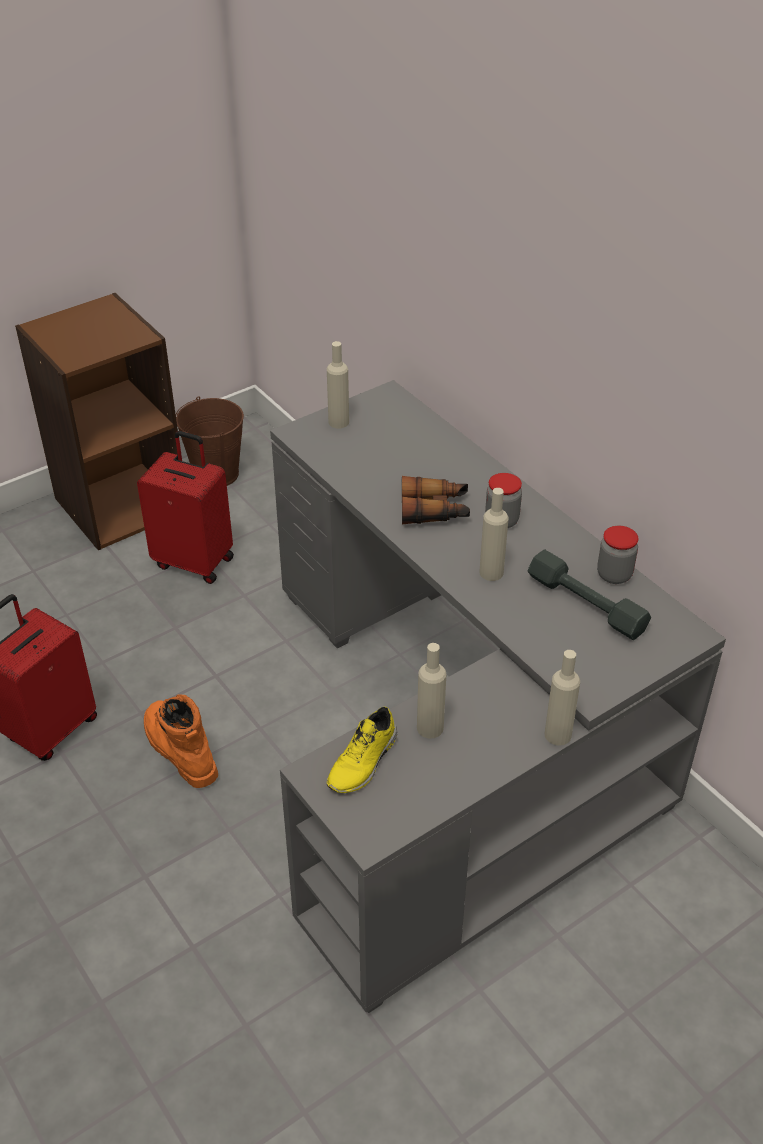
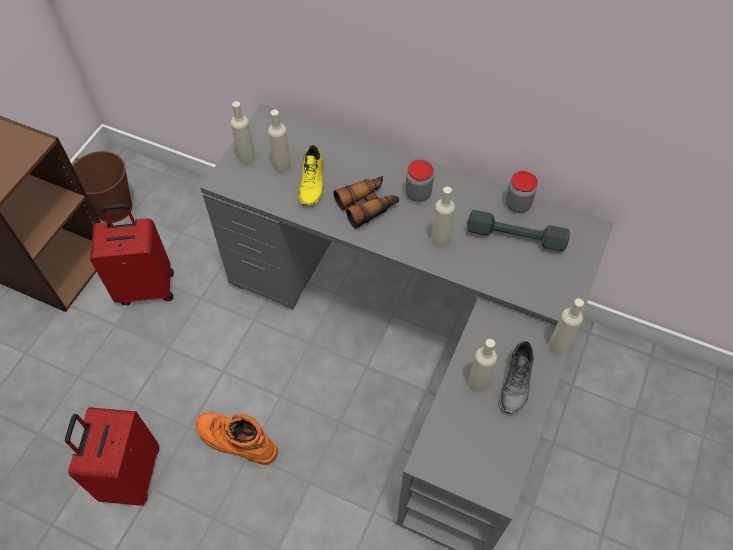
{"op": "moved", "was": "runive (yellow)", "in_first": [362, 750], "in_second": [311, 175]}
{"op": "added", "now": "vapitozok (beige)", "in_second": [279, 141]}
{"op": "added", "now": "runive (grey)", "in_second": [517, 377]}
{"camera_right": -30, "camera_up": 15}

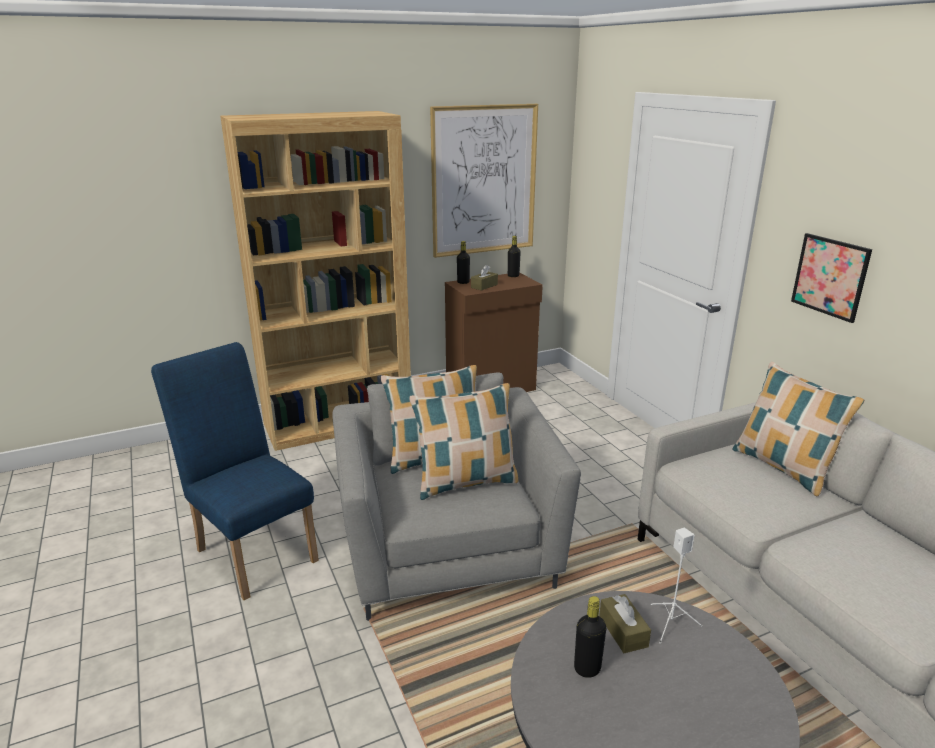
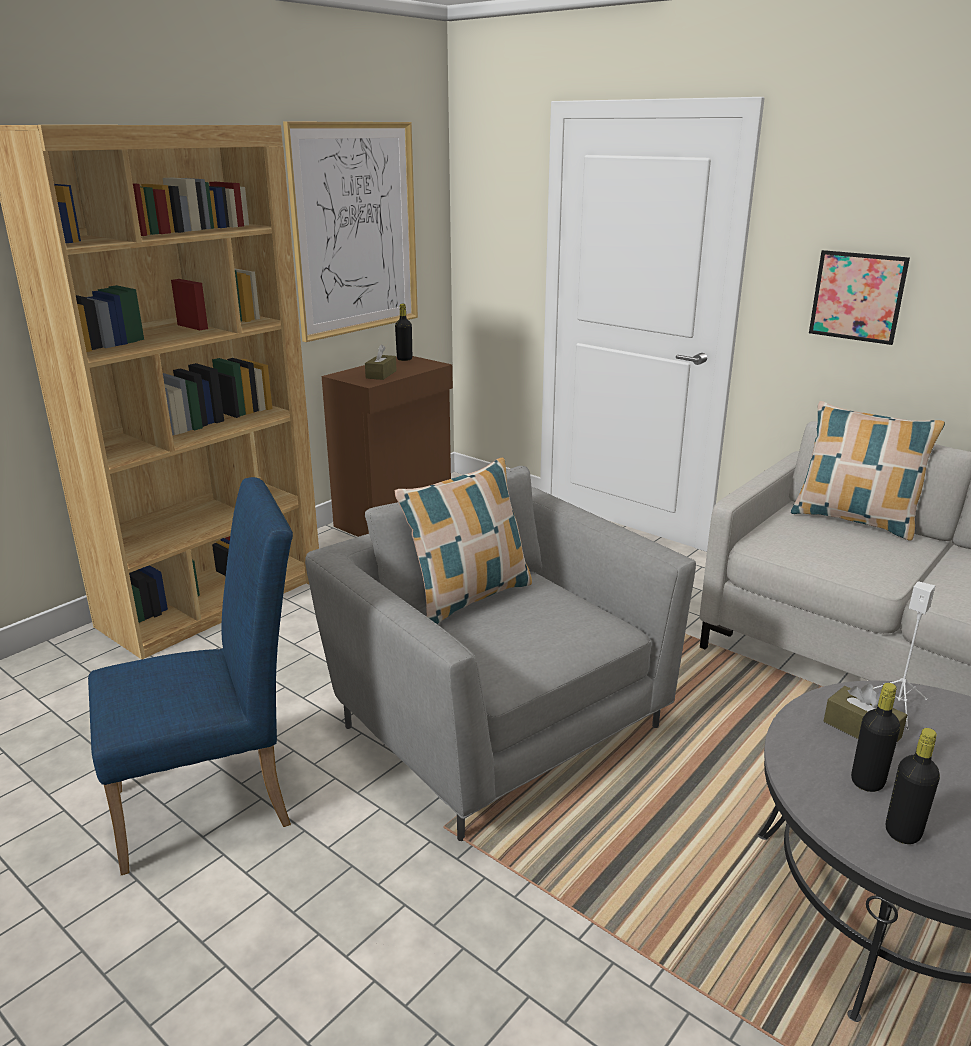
{"op": "moved", "was": "vapitozok (black)", "in_first": [463, 262], "in_second": [913, 786]}
{"op": "turned", "was": "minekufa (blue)", "in_first": [235, 471], "in_second": [190, 676], "clockwise": 135}
{"op": "removed", "was": "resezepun", "in_first": [464, 441]}
{"camera_right": -25, "camera_up": 0}

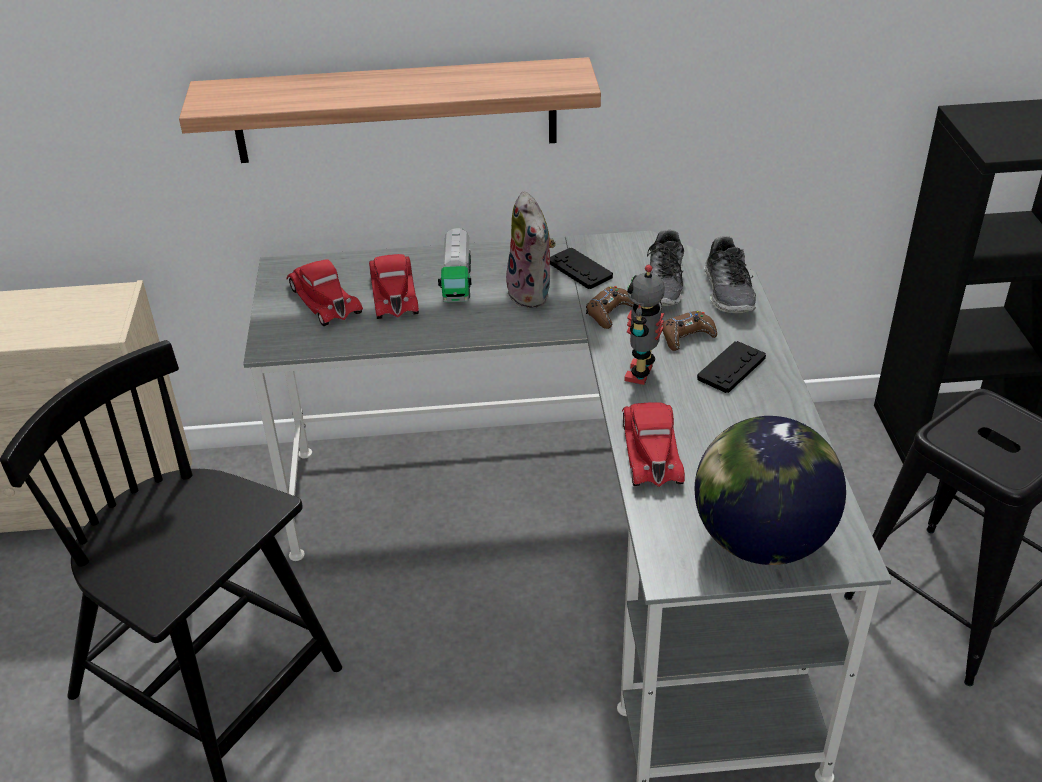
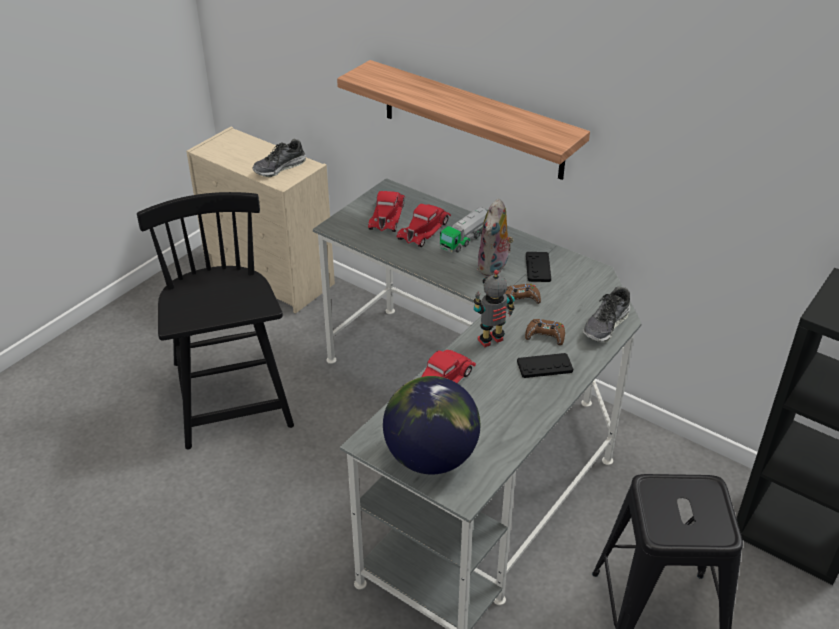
{"op": "moved", "was": "runive", "in_first": [665, 268], "in_second": [279, 158]}
{"camera_right": 40, "camera_up": 0}

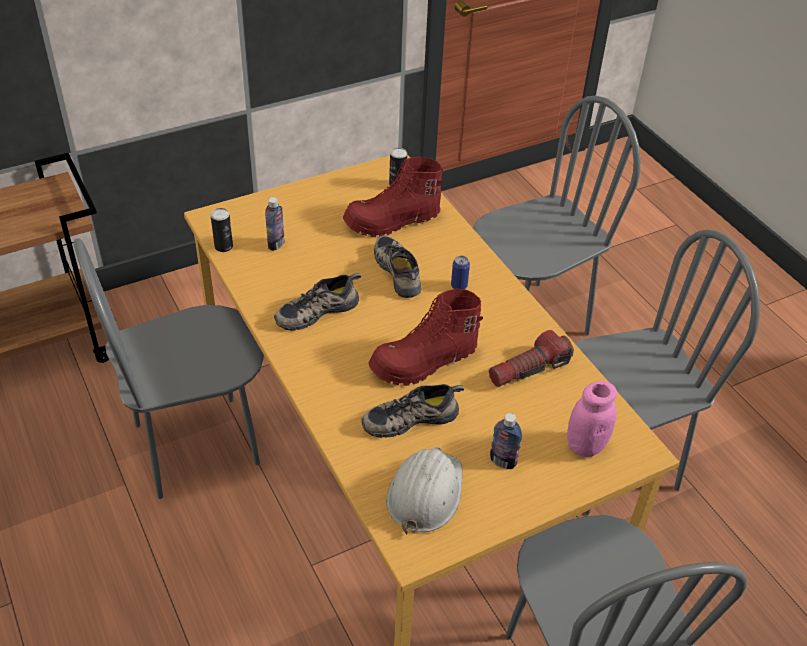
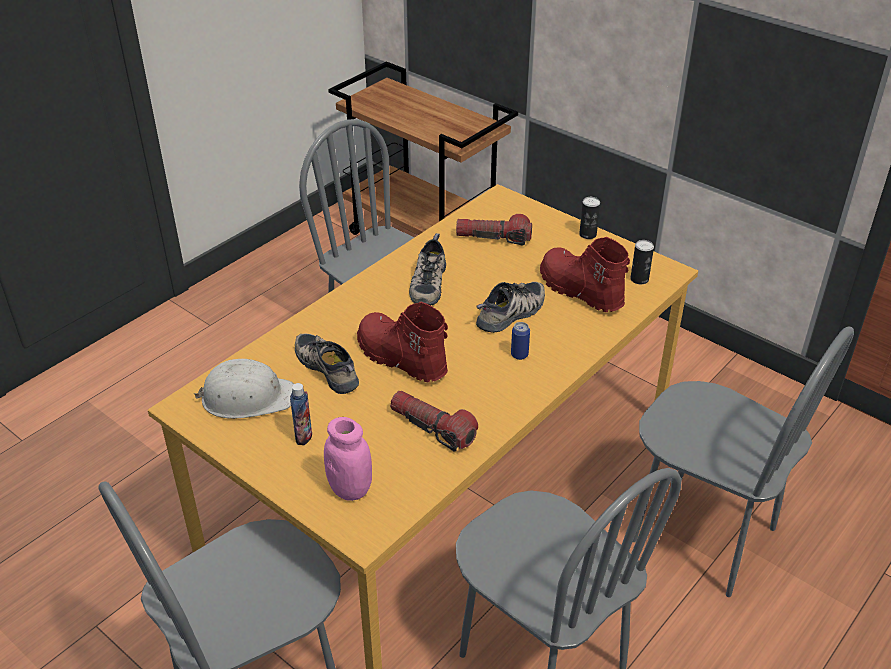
{"op": "replaced", "was": "vapitozok", "now": "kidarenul", "in_first": [275, 224], "in_second": [494, 230]}
{"op": "moved", "was": "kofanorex", "in_first": [221, 230], "in_second": [589, 218]}
{"op": "turned", "was": "runive", "in_first": [317, 302], "in_second": [427, 269], "clockwise": -120}
{"camera_right": 70, "camera_up": -5}

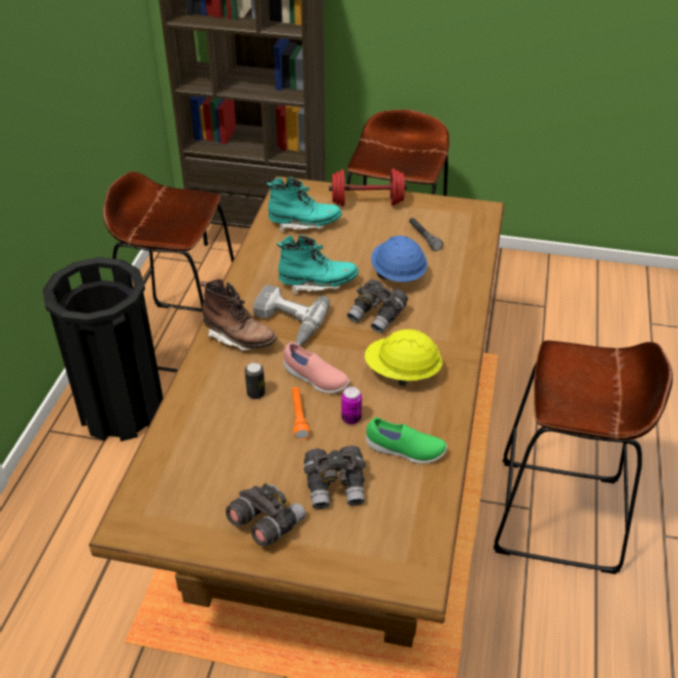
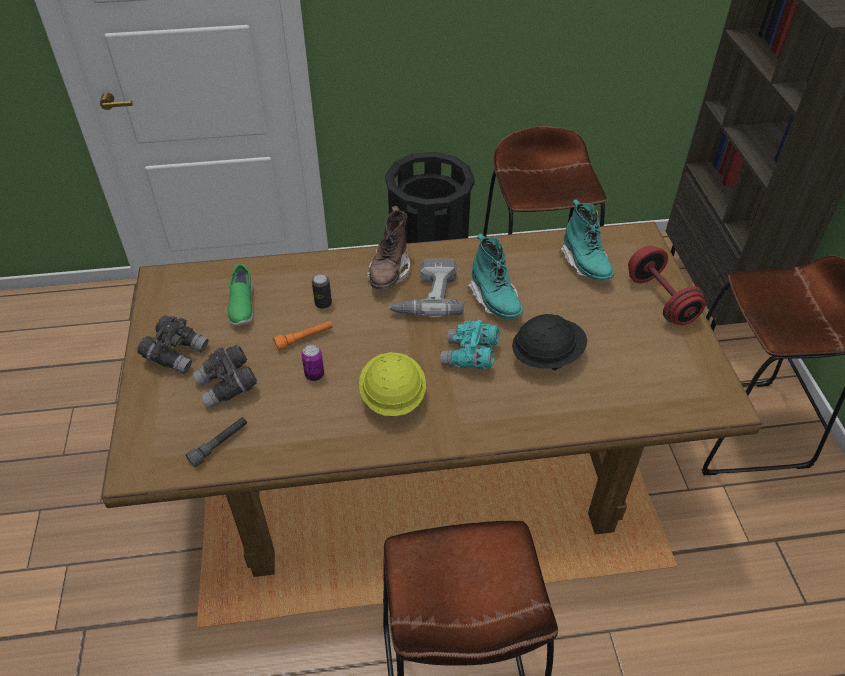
{"op": "moved", "was": "kidarenul (grey)", "in_first": [426, 234], "in_second": [216, 442]}
{"op": "recoloured", "was": "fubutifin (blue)", "now": "fubutifin (black)", "in_first": [399, 259], "in_second": [549, 342]}
{"op": "recoloured", "was": "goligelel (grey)", "now": "goligelel (turquoise)", "in_first": [377, 306], "in_second": [470, 344]}
{"op": "removed", "was": "runive (pink)", "in_first": [316, 368]}
{"op": "moved", "was": "runive (green)", "in_first": [406, 440], "in_second": [240, 295]}
{"camera_right": 70, "camera_up": 5}

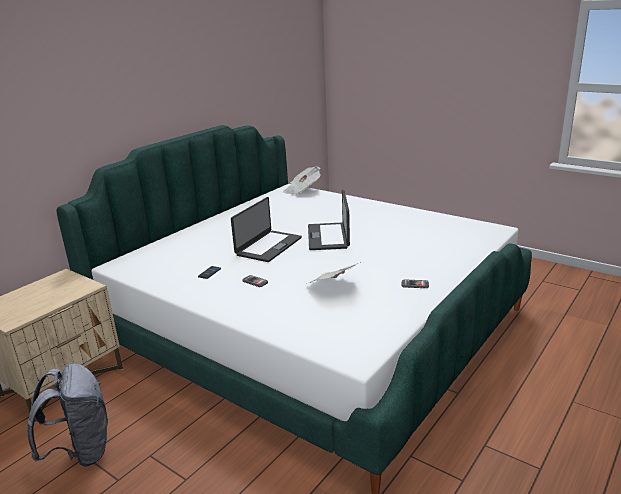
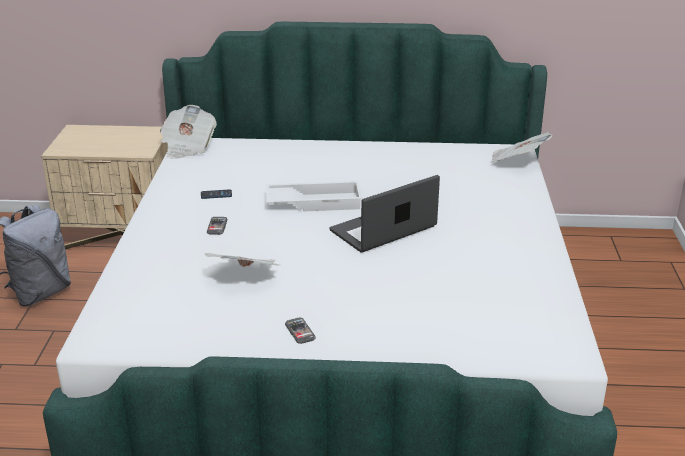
{"op": "replaced", "was": "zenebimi", "now": "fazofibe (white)", "in_first": [266, 229], "in_second": [314, 196]}
{"op": "added", "now": "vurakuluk", "in_second": [188, 132]}
{"camera_right": 55, "camera_up": 5}

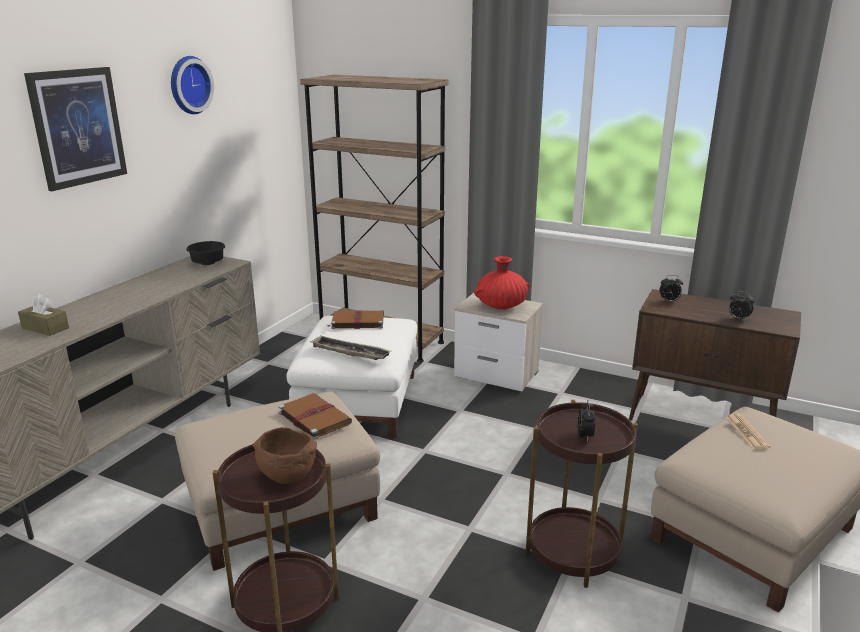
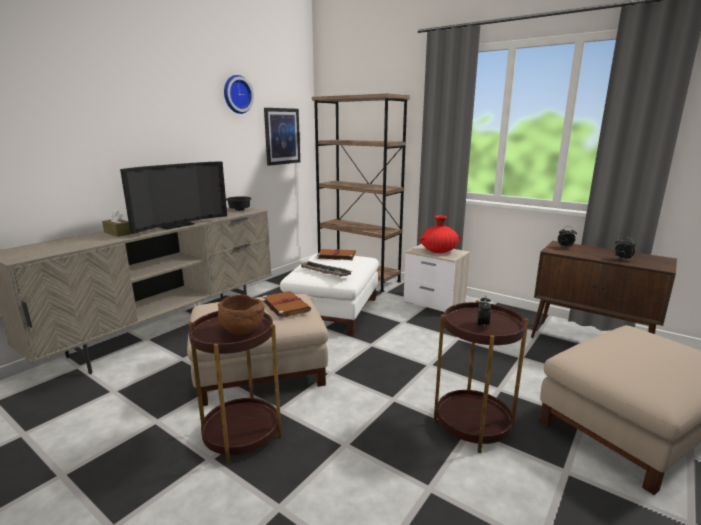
{"op": "moved", "was": "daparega", "in_first": [75, 129], "in_second": [282, 137]}
{"op": "removed", "was": "vurakuluk", "in_first": [748, 431]}
{"op": "added", "now": "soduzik", "in_second": [173, 197]}
{"camera_right": 10, "camera_up": -5}

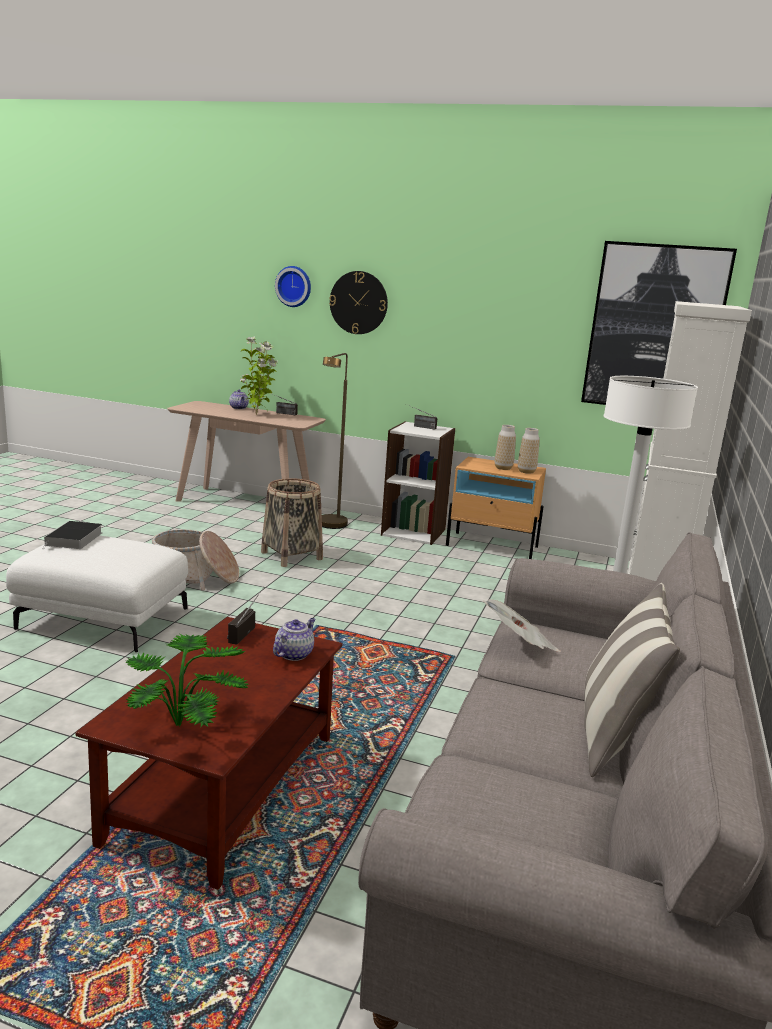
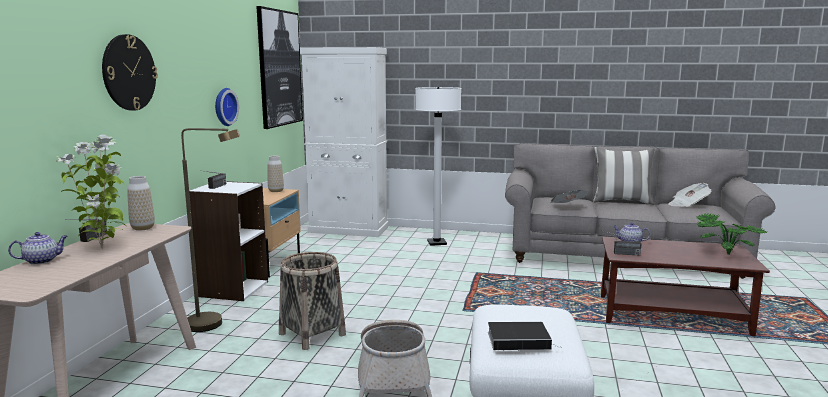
{"op": "moved", "was": "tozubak", "in_first": [293, 286], "in_second": [227, 107]}
{"op": "moved", "was": "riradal", "in_first": [505, 447], "in_second": [141, 203]}
{"op": "added", "now": "vurakuluk", "in_second": [690, 195]}
{"camera_right": -95, "camera_up": -5}

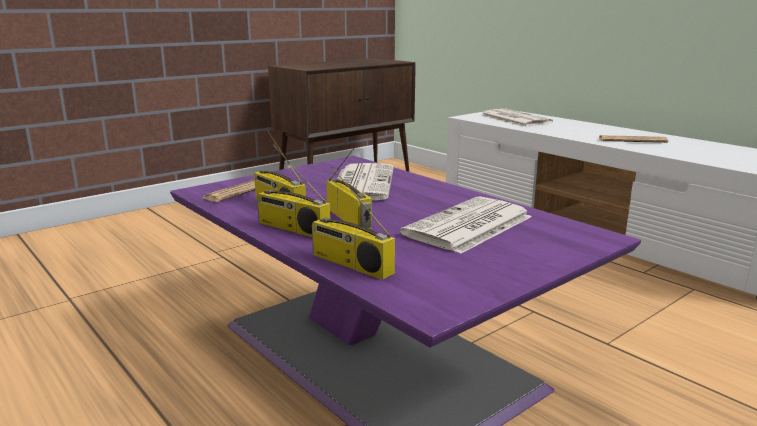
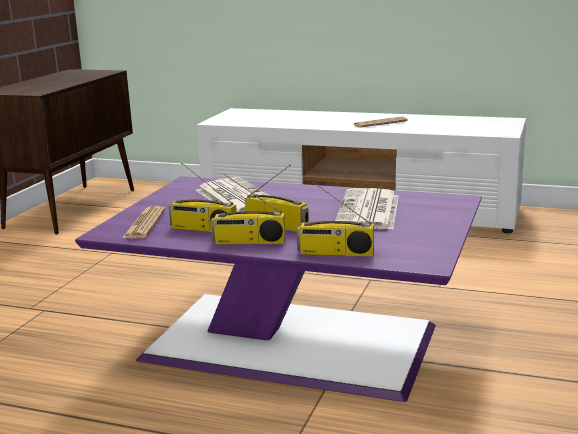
{"op": "removed", "was": "vurakuluk", "in_first": [516, 118]}
{"camera_right": -30, "camera_up": 0}

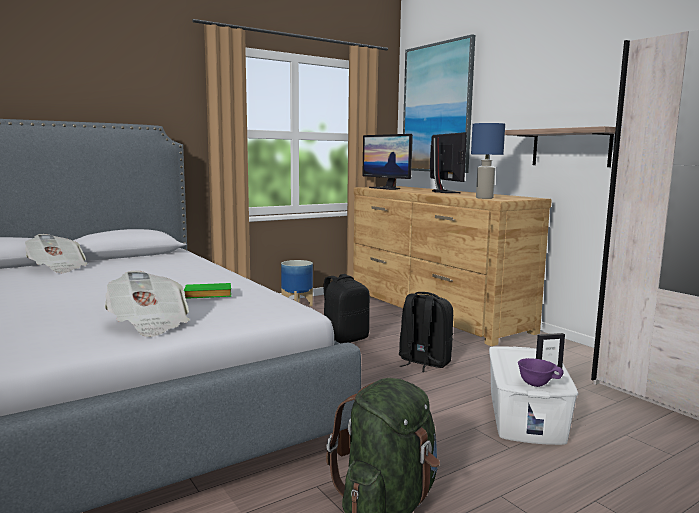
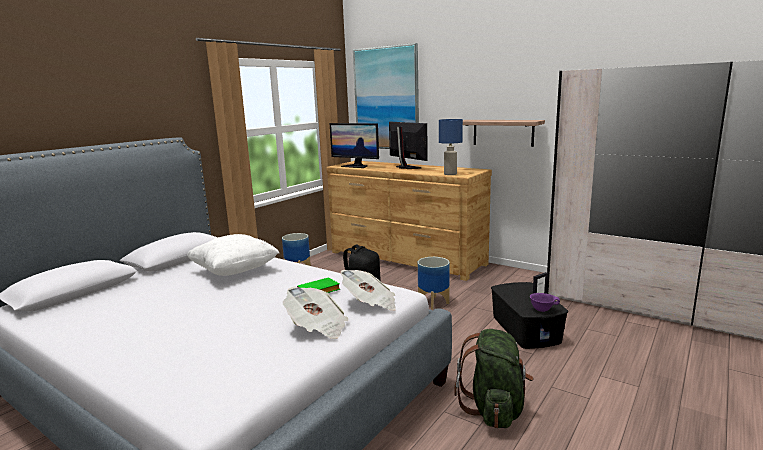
{"op": "moved", "was": "vurakuluk", "in_first": [56, 253], "in_second": [368, 290]}
{"op": "replaced", "was": "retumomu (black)", "now": "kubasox", "in_first": [425, 332], "in_second": [434, 283]}
{"op": "recoloured", "was": "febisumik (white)", "now": "febisumik (black)", "in_first": [533, 395], "in_second": [529, 315]}
{"op": "added", "now": "resezepun (white)", "in_second": [233, 255]}
{"camera_right": -20, "camera_up": 5}

